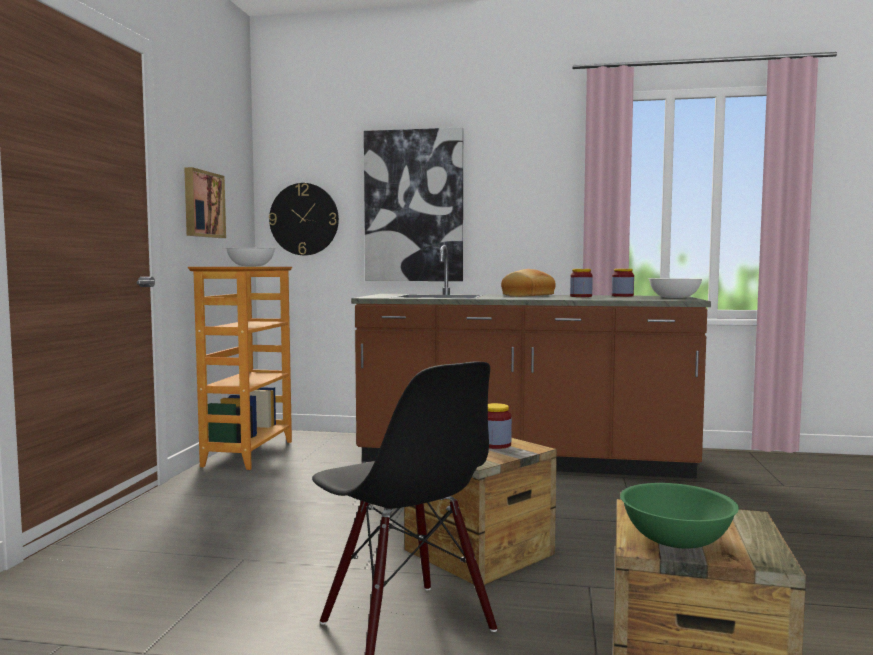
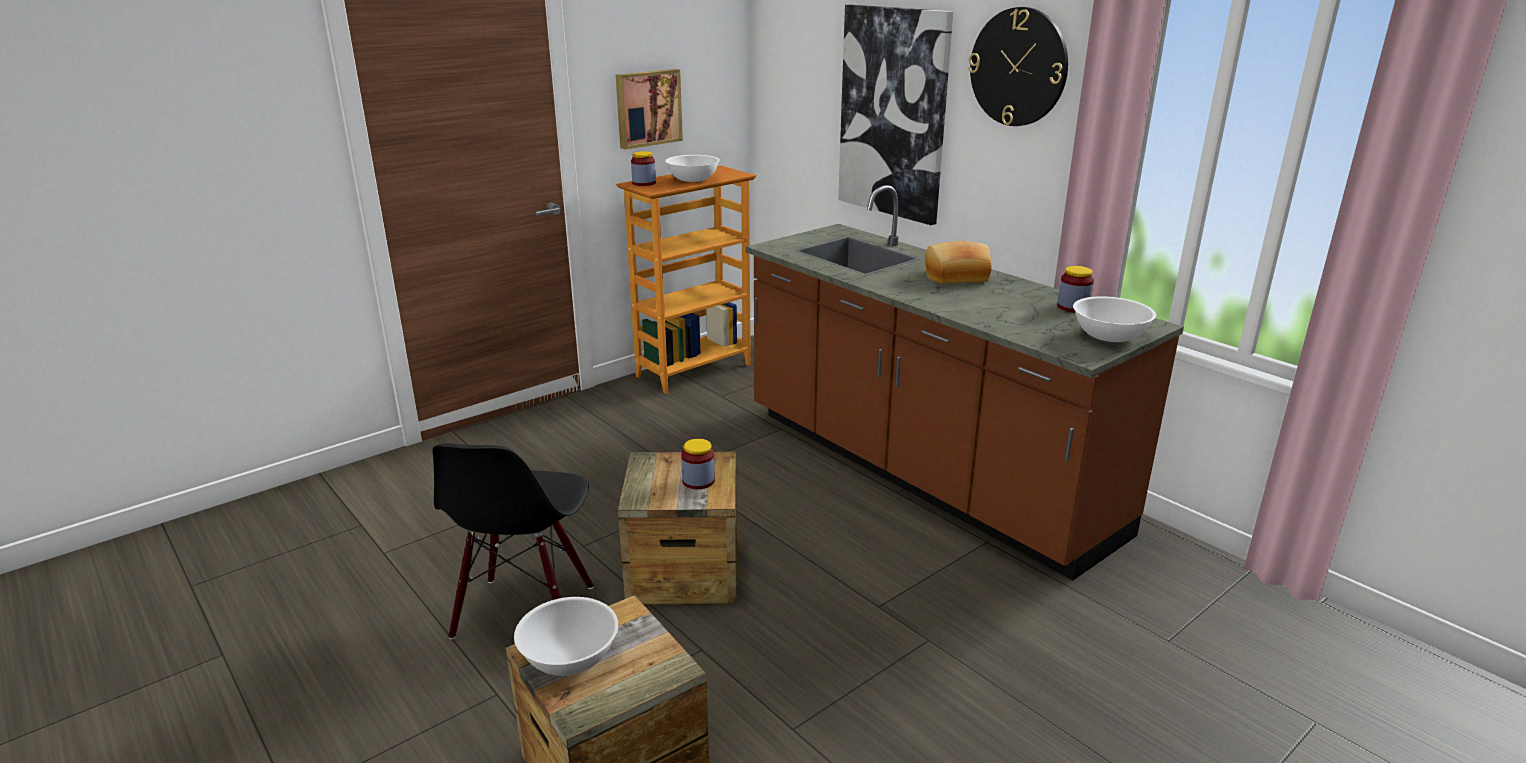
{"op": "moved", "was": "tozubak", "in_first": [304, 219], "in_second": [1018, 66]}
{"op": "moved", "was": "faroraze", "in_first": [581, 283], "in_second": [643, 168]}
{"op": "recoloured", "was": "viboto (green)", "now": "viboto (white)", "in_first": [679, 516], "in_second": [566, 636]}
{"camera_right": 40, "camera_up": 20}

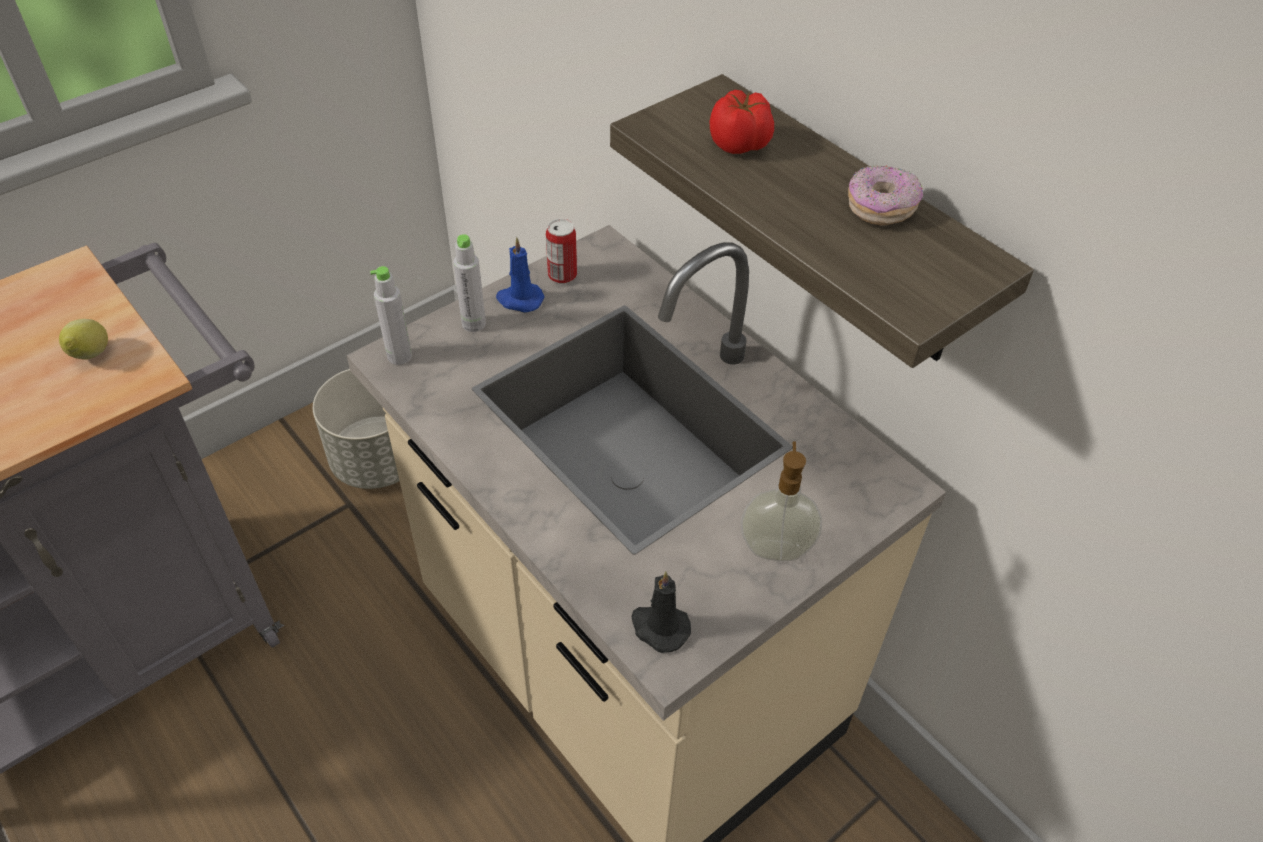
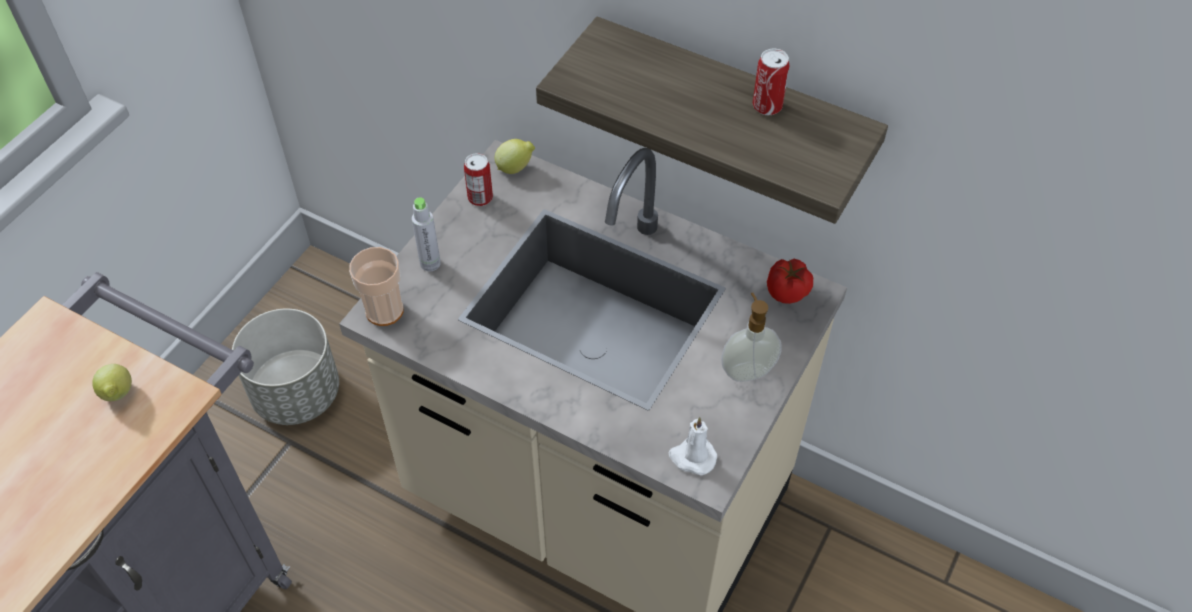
{"op": "moved", "was": "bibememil", "in_first": [742, 122], "in_second": [790, 281]}
{"op": "replaced", "was": "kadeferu", "now": "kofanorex", "in_first": [885, 195], "in_second": [771, 81]}
{"op": "removed", "was": "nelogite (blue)", "in_first": [520, 275]}
{"op": "replaced", "was": "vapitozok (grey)", "now": "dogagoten", "in_first": [391, 315], "in_second": [376, 286]}
{"op": "recoloured", "was": "nelogite (black)", "now": "nelogite (white)", "in_first": [661, 612], "in_second": [693, 446]}
{"op": "added", "now": "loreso", "in_second": [514, 156]}
{"camera_right": -20, "camera_up": 5}

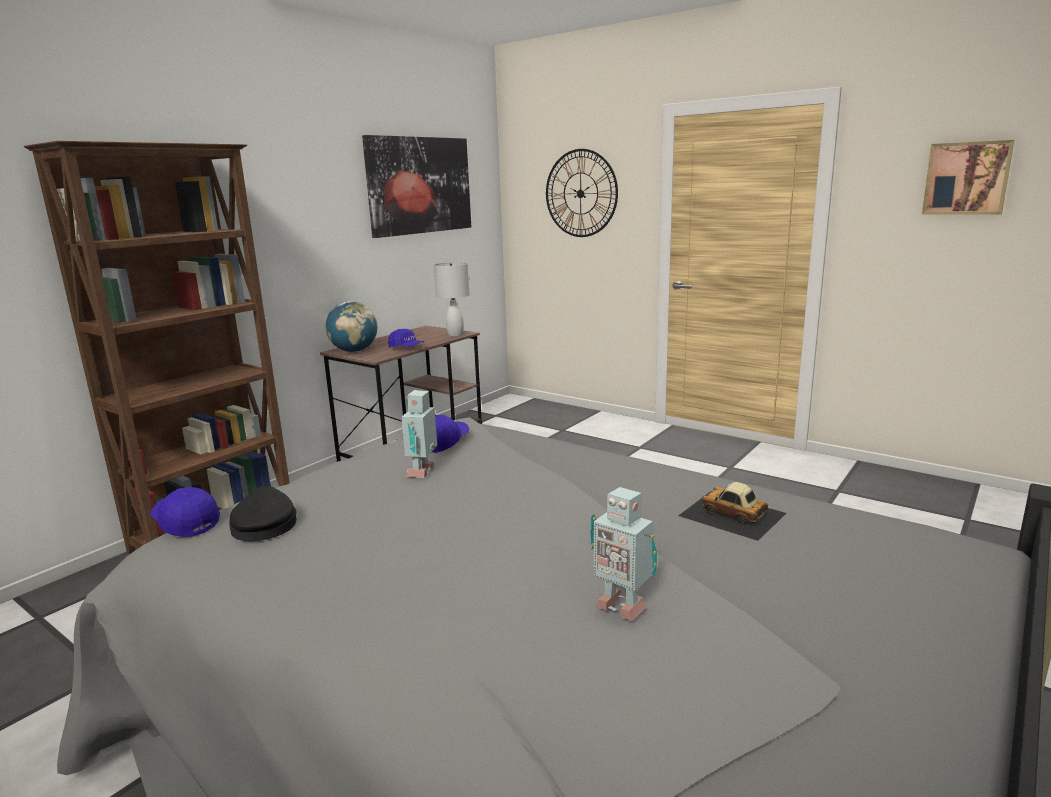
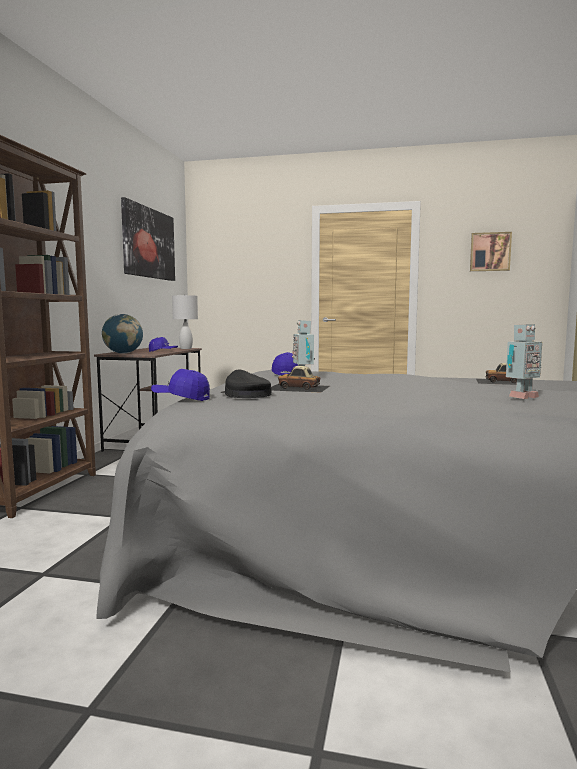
{"op": "removed", "was": "tozubak", "in_first": [582, 193]}
{"op": "turned", "was": "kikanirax", "in_first": [623, 554], "in_second": [524, 361], "clockwise": -45}
{"op": "added", "now": "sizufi", "in_second": [301, 379]}
{"camera_right": -25, "camera_up": -10}

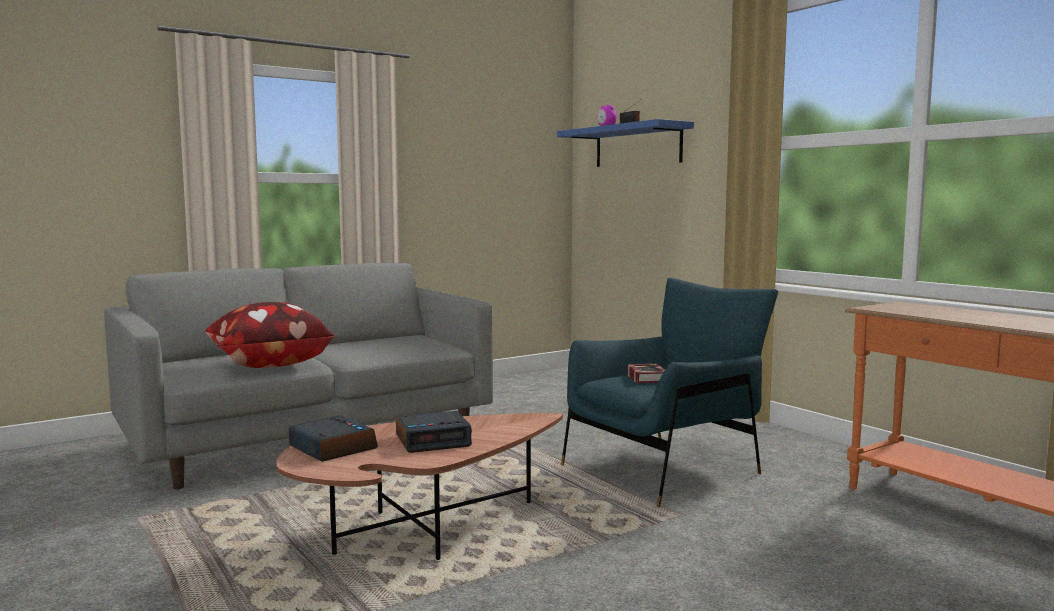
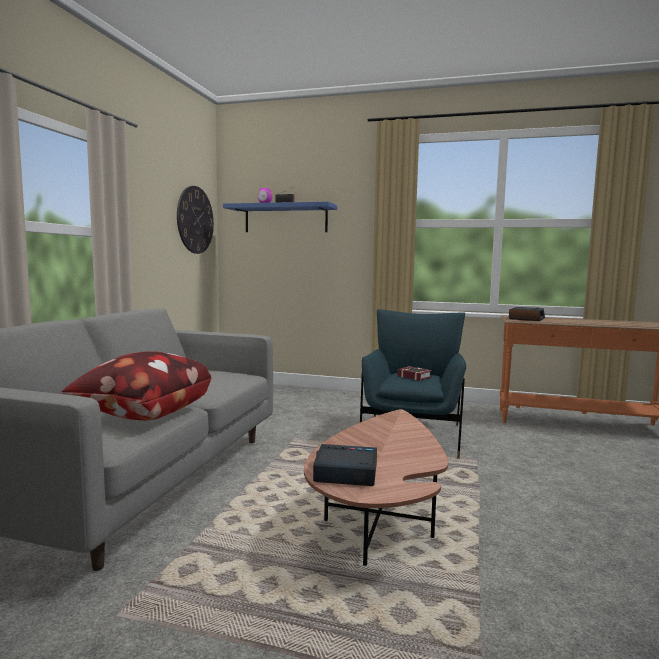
{"op": "moved", "was": "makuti", "in_first": [434, 432], "in_second": [527, 314]}
{"op": "added", "now": "tozubak", "in_second": [195, 220]}
{"camera_right": -40, "camera_up": 0}

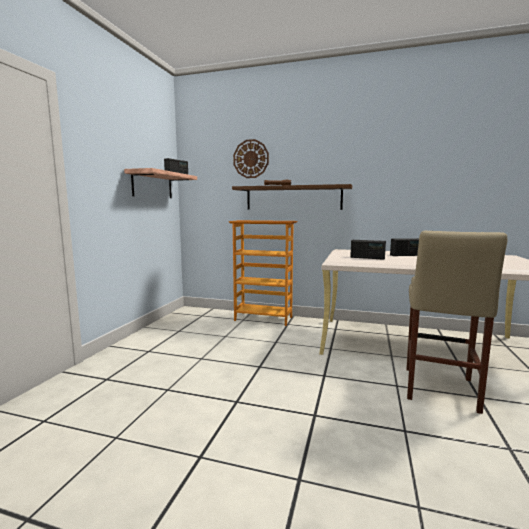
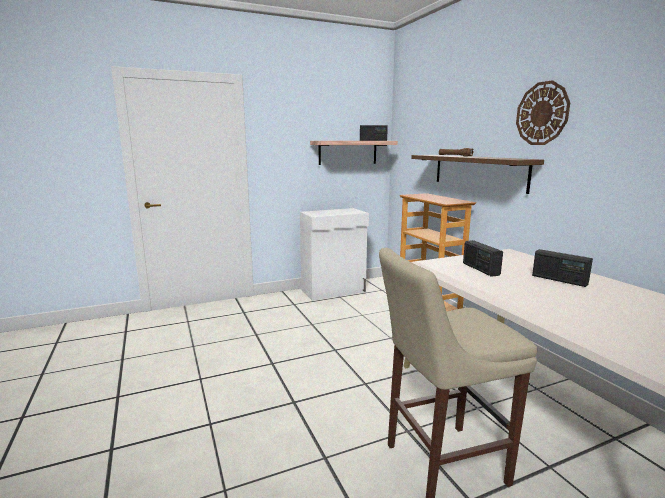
{"op": "moved", "was": "tozubak", "in_first": [251, 158], "in_second": [543, 112]}
{"op": "added", "now": "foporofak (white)", "in_second": [334, 254]}
{"camera_right": 50, "camera_up": 5}

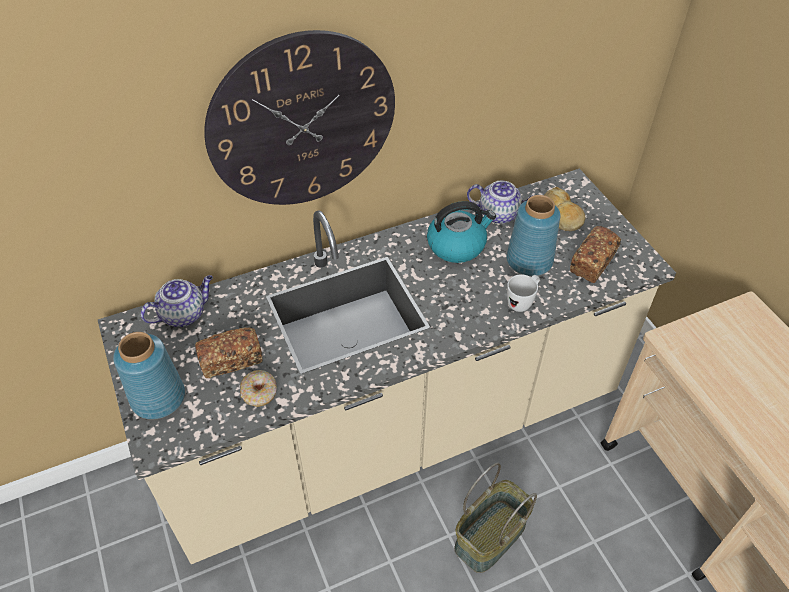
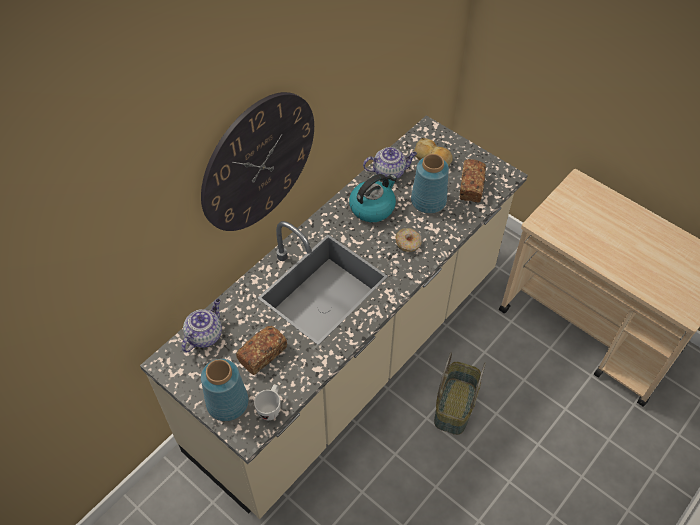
{"op": "moved", "was": "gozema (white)", "in_first": [523, 293], "in_second": [267, 402]}
{"op": "moved", "was": "kadeferu", "in_first": [258, 388], "in_second": [409, 240]}
{"camera_right": -25, "camera_up": 5}

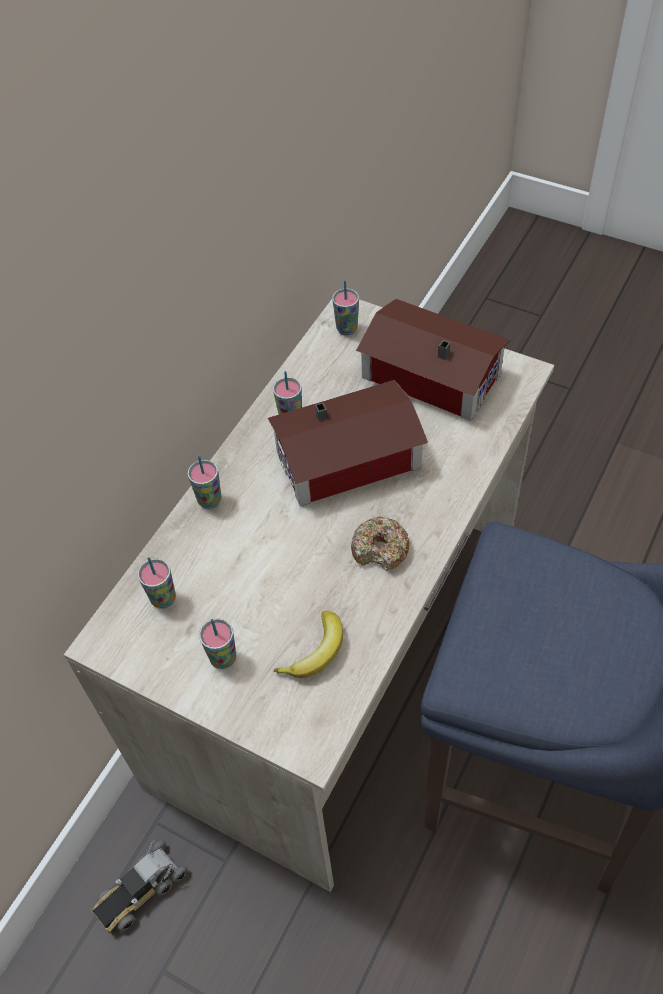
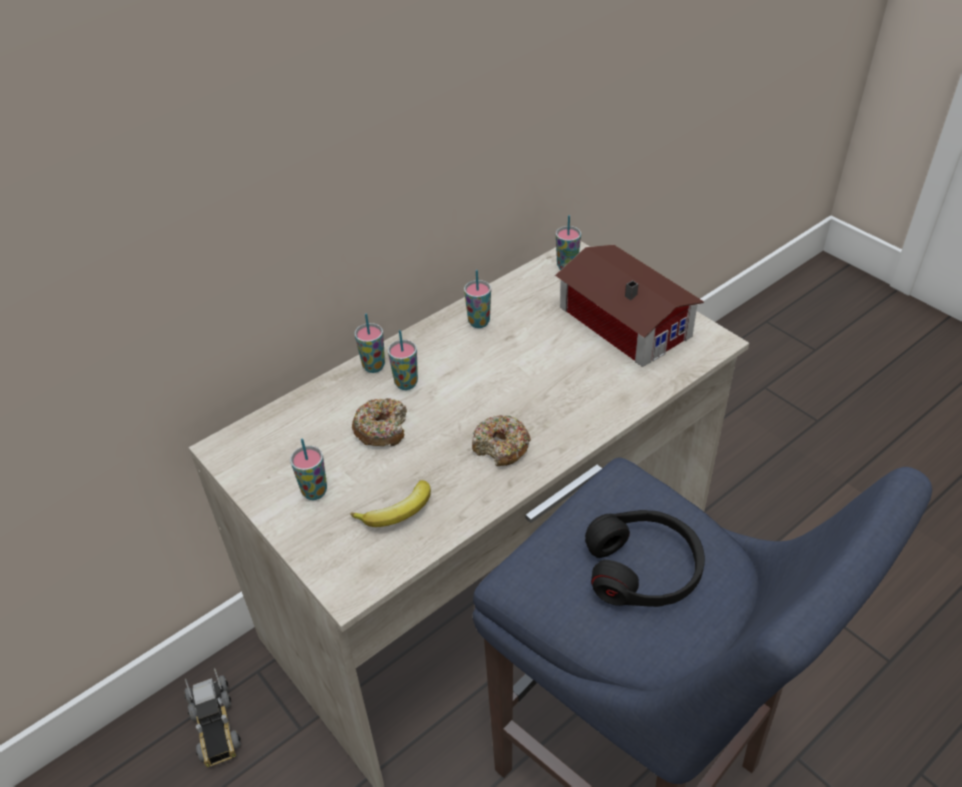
{"op": "removed", "was": "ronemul", "in_first": [348, 443]}
{"op": "moved", "was": "dogagoten", "in_first": [157, 583], "in_second": [403, 360]}
{"op": "turned", "was": "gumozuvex", "in_first": [139, 887], "in_second": [212, 717], "clockwise": -90}
{"op": "added", "now": "kadeferu", "in_second": [379, 422]}
{"op": "added", "now": "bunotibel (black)", "in_second": [645, 558]}
{"camera_right": 20, "camera_up": -10}

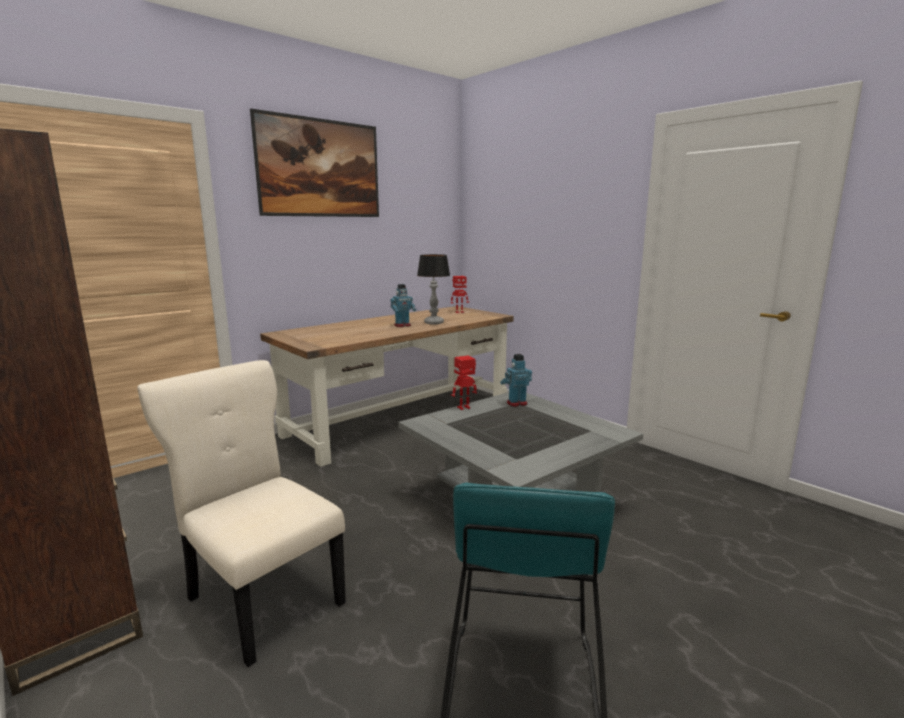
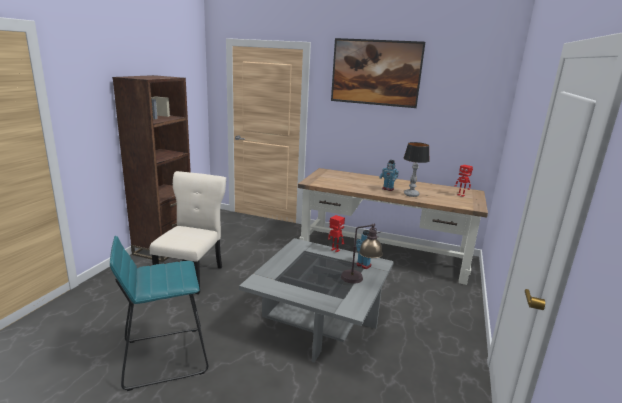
{"op": "added", "now": "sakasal", "in_second": [362, 253]}
{"camera_right": 60, "camera_up": 5}

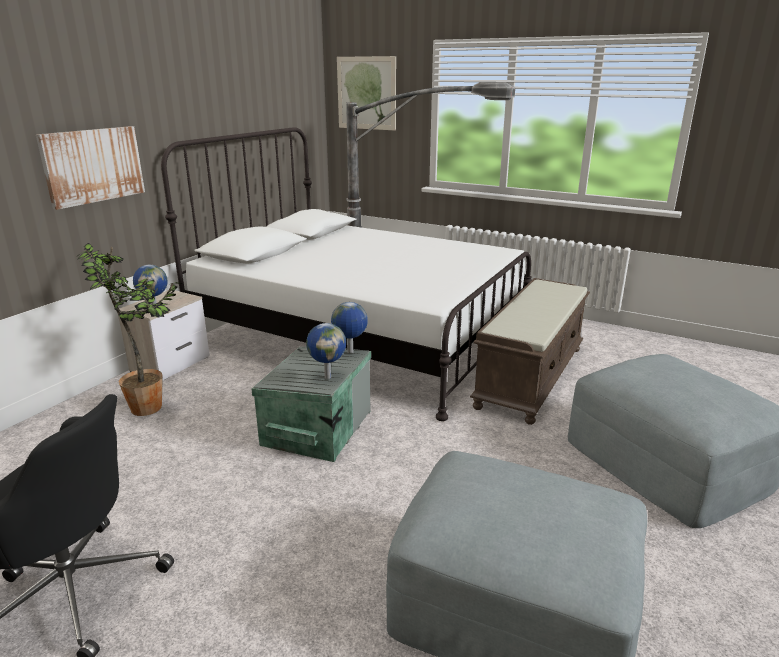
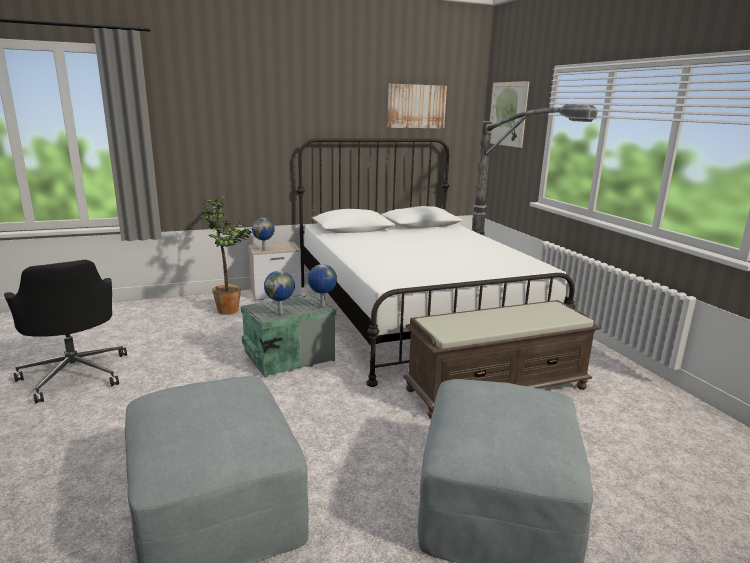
{"op": "moved", "was": "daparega", "in_first": [90, 168], "in_second": [417, 106]}
{"camera_right": 40, "camera_up": -5}

